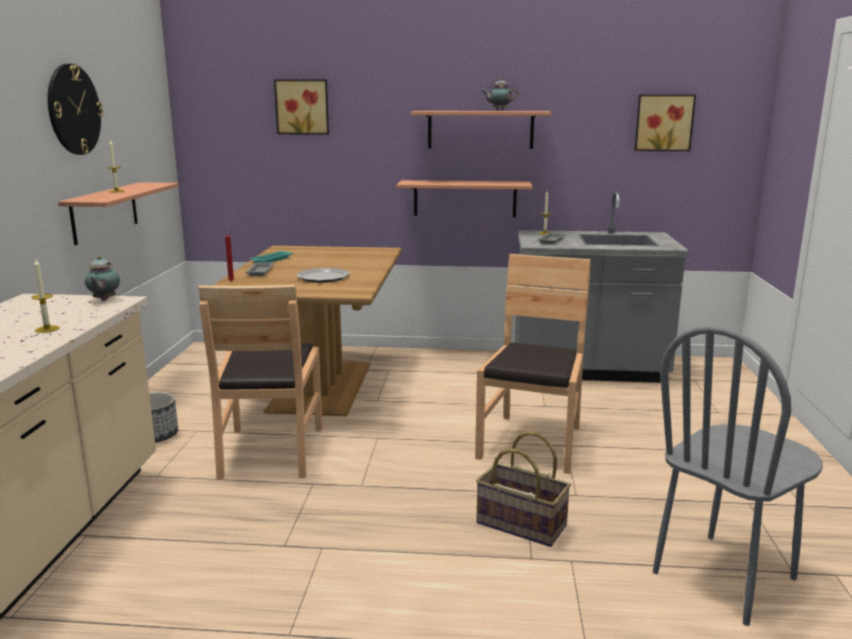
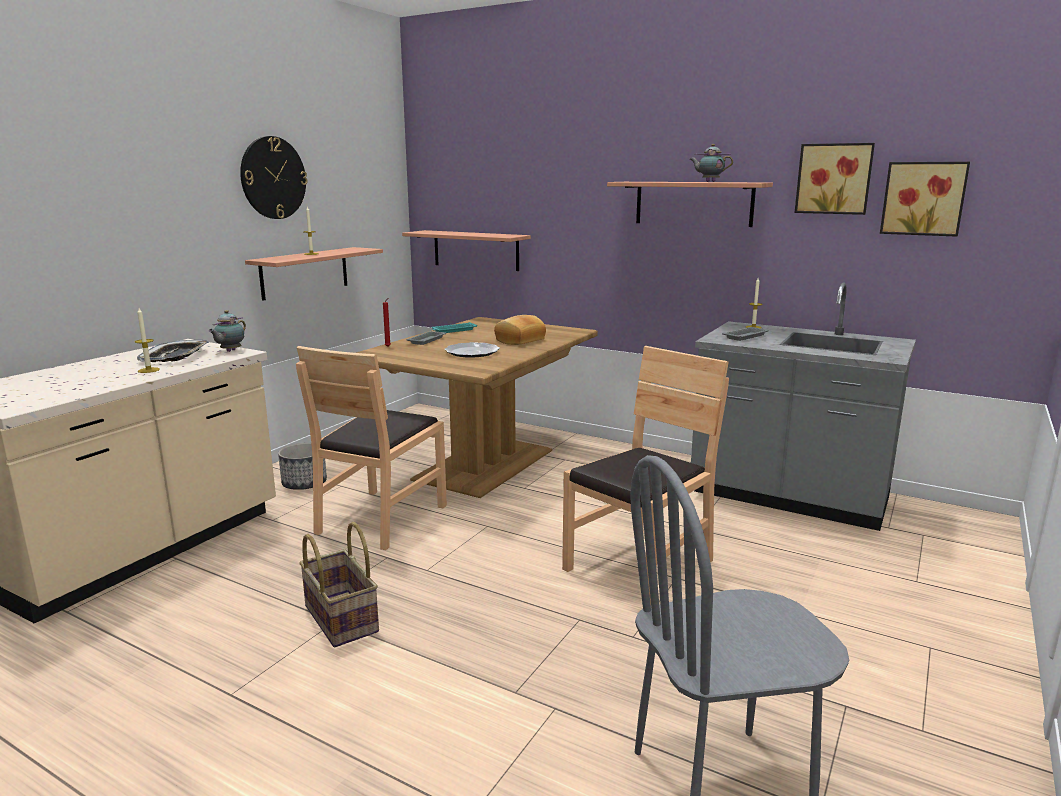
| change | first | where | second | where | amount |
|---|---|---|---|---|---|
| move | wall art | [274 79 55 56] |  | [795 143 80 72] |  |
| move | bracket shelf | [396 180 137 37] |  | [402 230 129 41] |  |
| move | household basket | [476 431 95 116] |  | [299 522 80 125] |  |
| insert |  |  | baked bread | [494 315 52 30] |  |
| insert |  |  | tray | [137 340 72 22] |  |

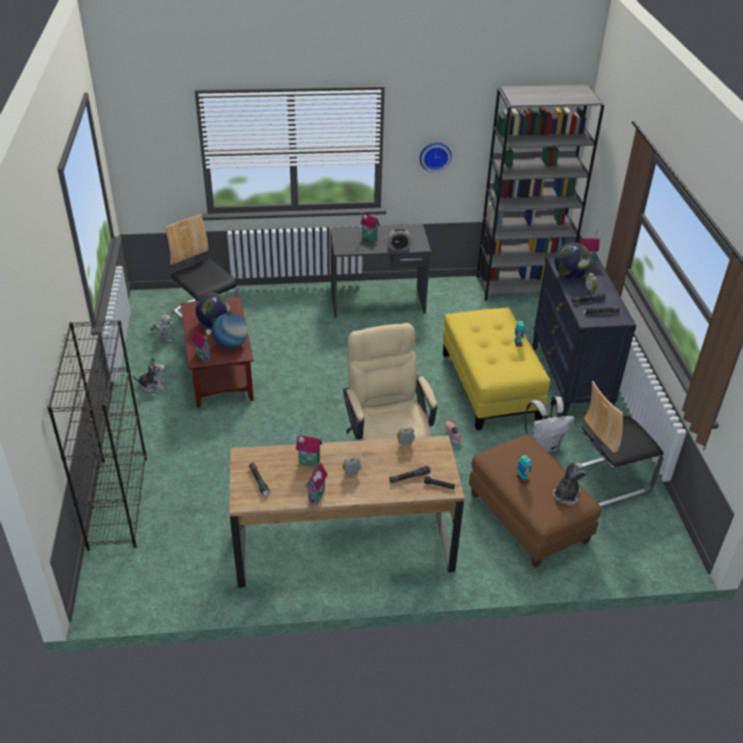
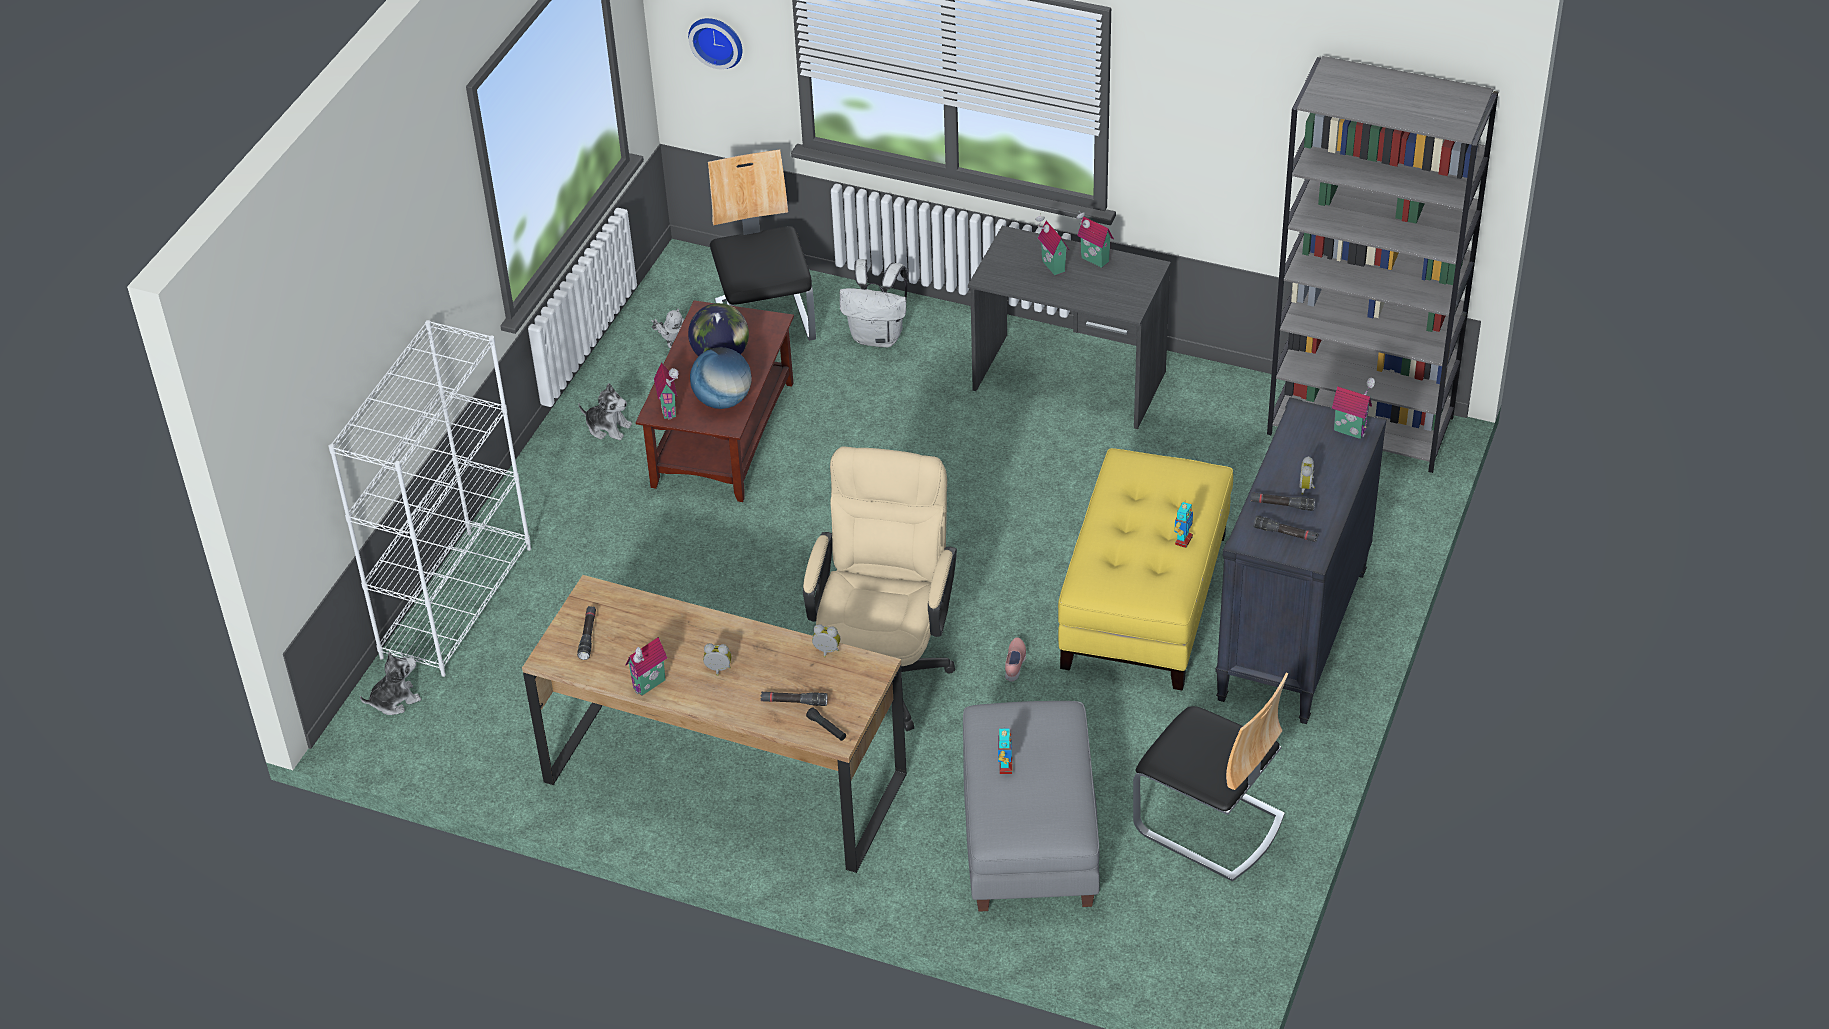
| change | first | where | second | where | amount |
|---|---|---|---|---|---|
| move | hanging clock | [420 142 32 30] |  | [688 18 54 51] |  |
| delete | bedside clock | [388 228 23 22] |  |  |  |
| delete | desk globe | [554 242 38 37] |  |  |  |
| recolor | shelving unit (black-coloured) | [47 320 100 231] | shelving unit (white-coloured) | [329 320 202 357] |  |
| rotate | upright chair | [566 381 98 126] |  | [1133 672 156 210] | 150 degrees counterclockwise |
| move | rucksack (white-coloured) | [525 396 50 57] |  | [840 259 68 88] |  |
| move | model house | [295 432 27 35] |  | [1076 211 38 57] |  |
| recolor | pouffe (brownish) | [469 435 133 133] | pouffe (grey) | [963 701 137 211] |  |
| move | soft toy | [553 462 34 43] |  | [360 652 61 63] |  |

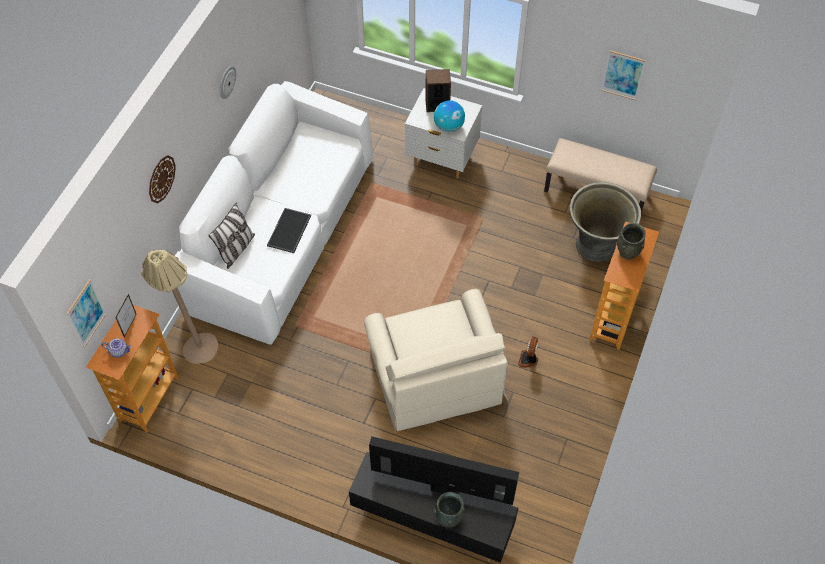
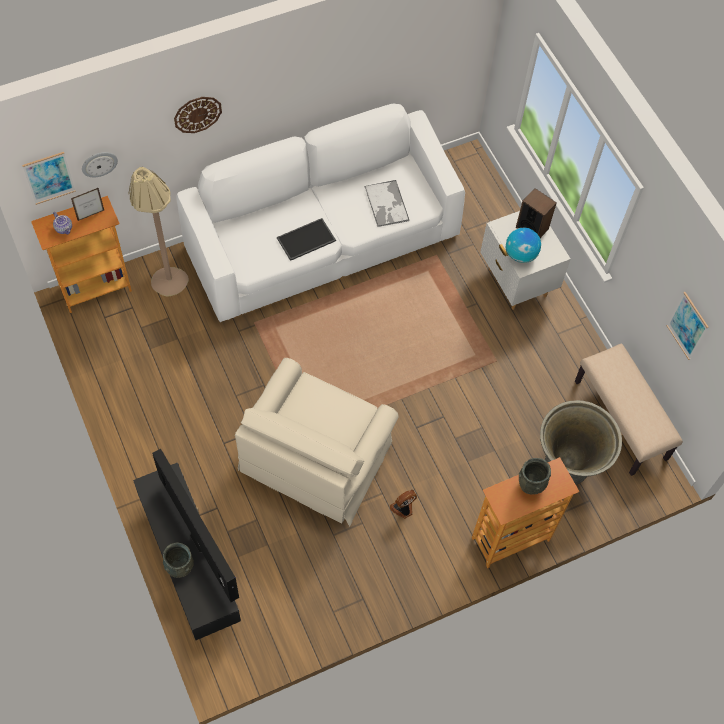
| change | first | where | second | where | amount |
|---|---|---|---|---|---|
| move | hanging clock | [220 66 16 33] |  | [82 152 36 25] |  |
| delete | throw pillow | [208 202 47 67] |  |  |  |
| insert |  |  | tray | [365 180 44 47] |  |

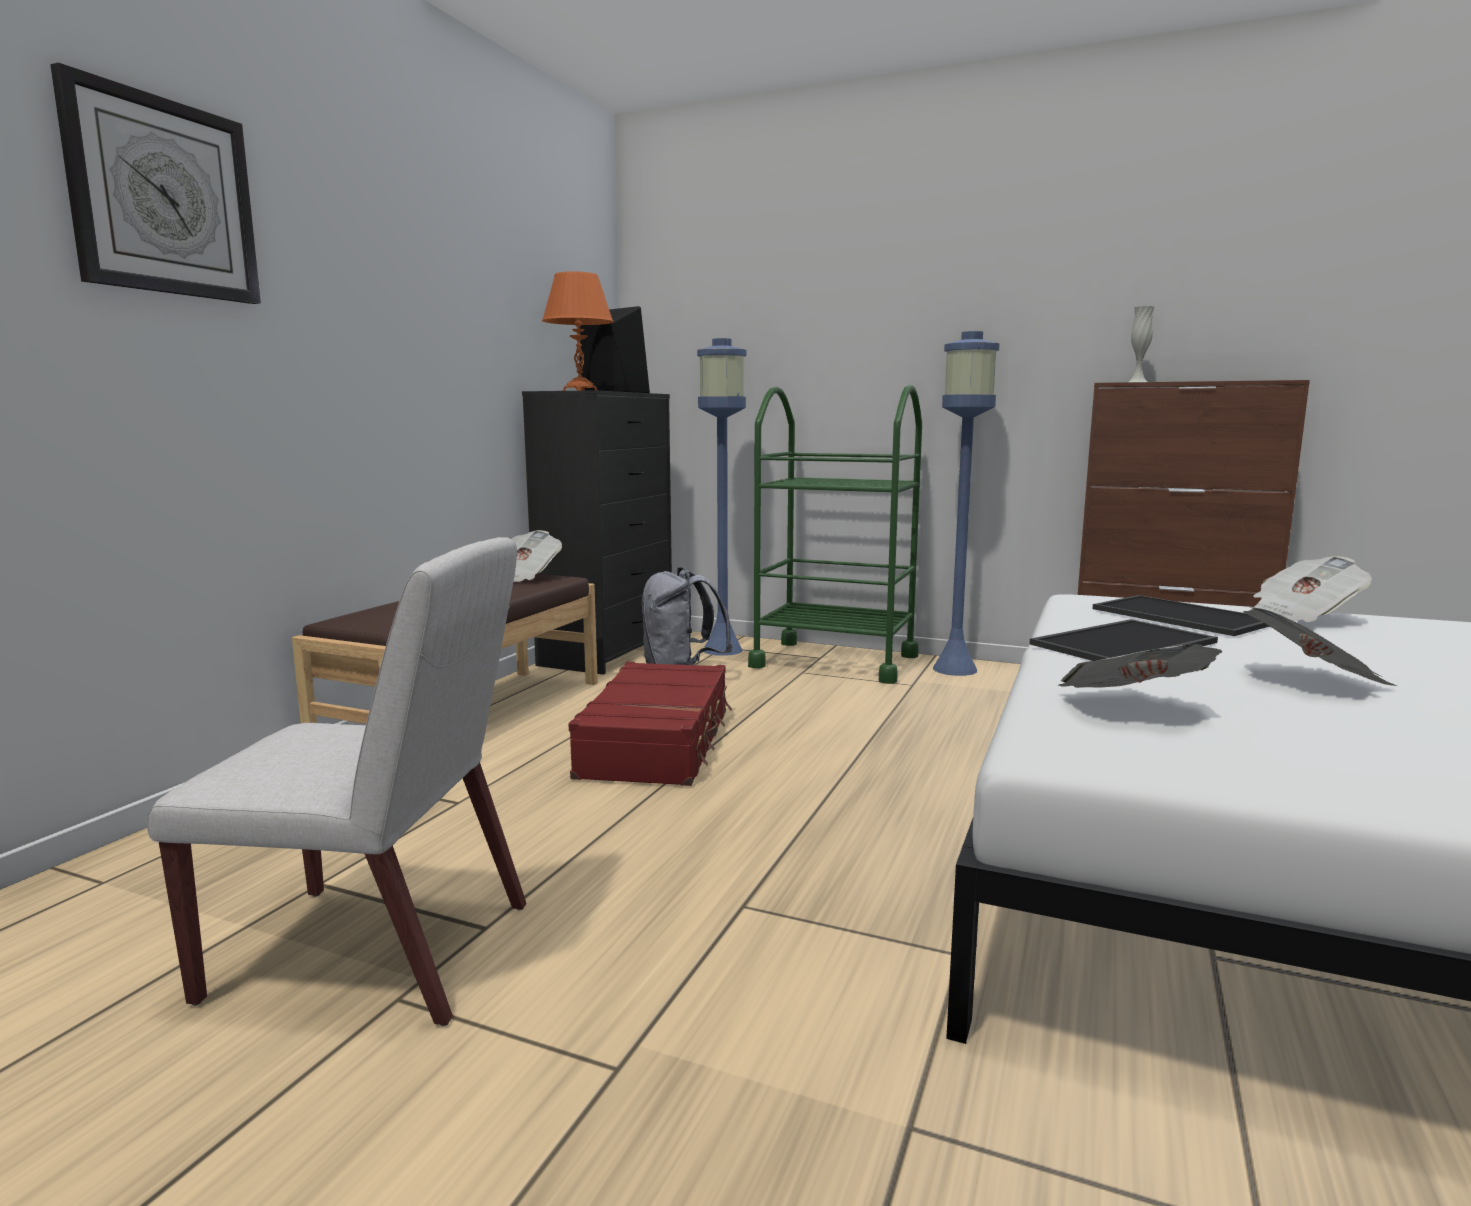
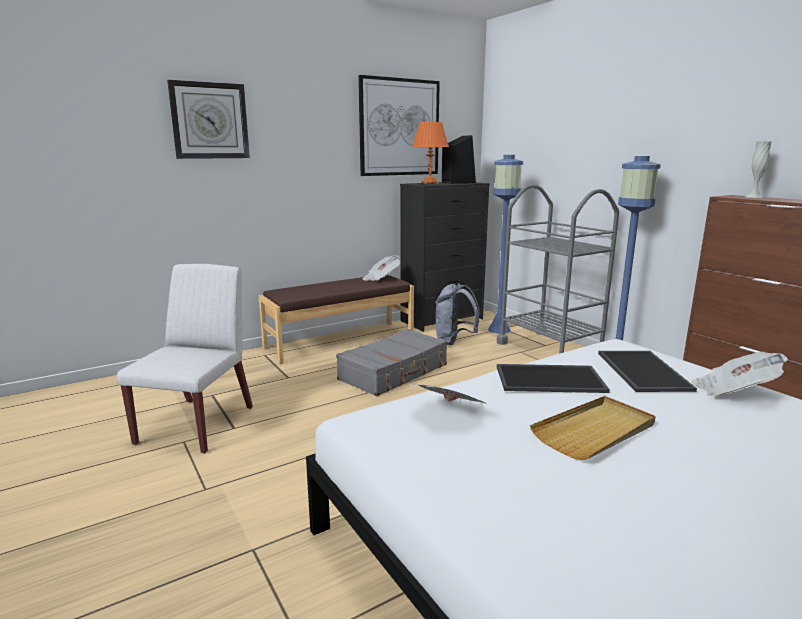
| change | first | where | second | where | amount |
|---|---|---|---|---|---|
| recolor | trolley (greenish) | [748 385 174 299] | trolley (grey) | [497 184 122 170] |  |
| rotate | upright chair (white-coloured) | [147 537 379 489] |  | [117 264 136 190] | 120 degrees counterclockwise |
| replace | printed paper | [1244 607 154 79] | tray (sand-coloured) | [530 396 126 64] |  |
| recolor | suitcase (red) | [568 662 164 124] | suitcase (grey) | [336 329 111 67] |  |
| insert |  |  | wall art | [358 75 82 101] |  |

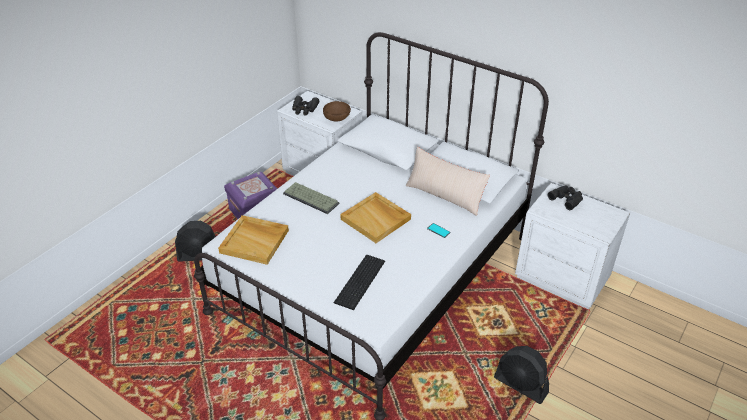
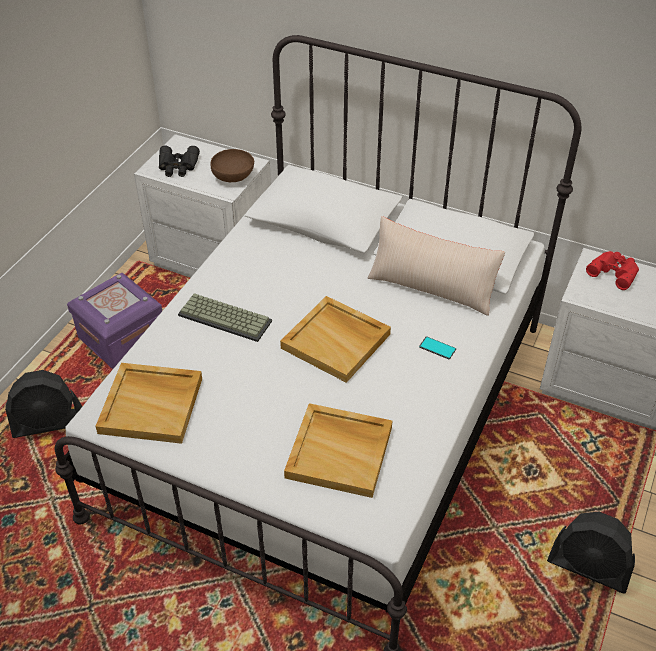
| change | first | where | second | where | amount |
|---|---|---|---|---|---|
| recolor | pair of binoculars (black-coloured) | [548 185 35 25] | pair of binoculars (red) | [586 251 53 39] |  |
| replace | PC keyboard | [334 255 51 55] | tray (sand-coloured) | [284 403 108 95] |  |

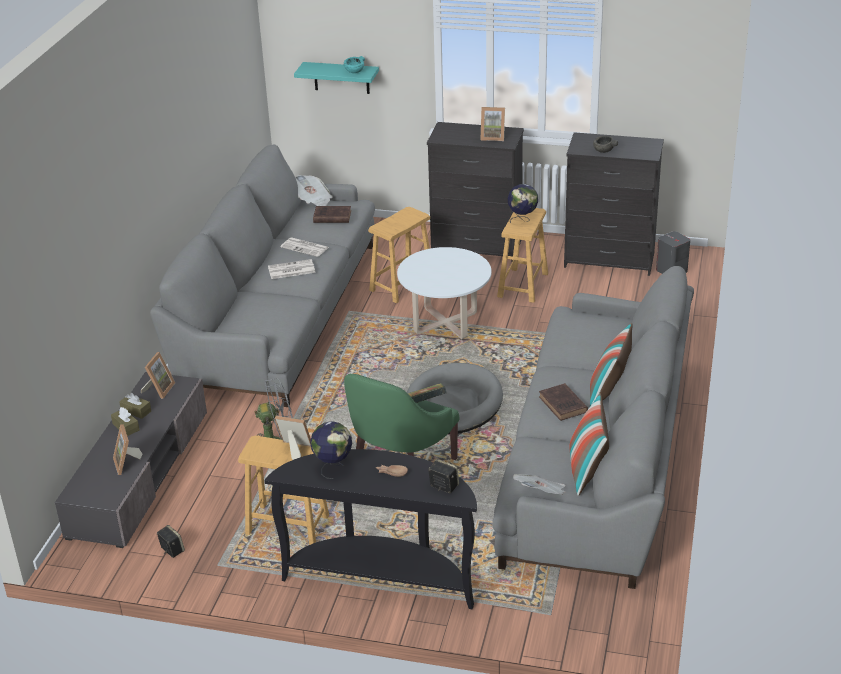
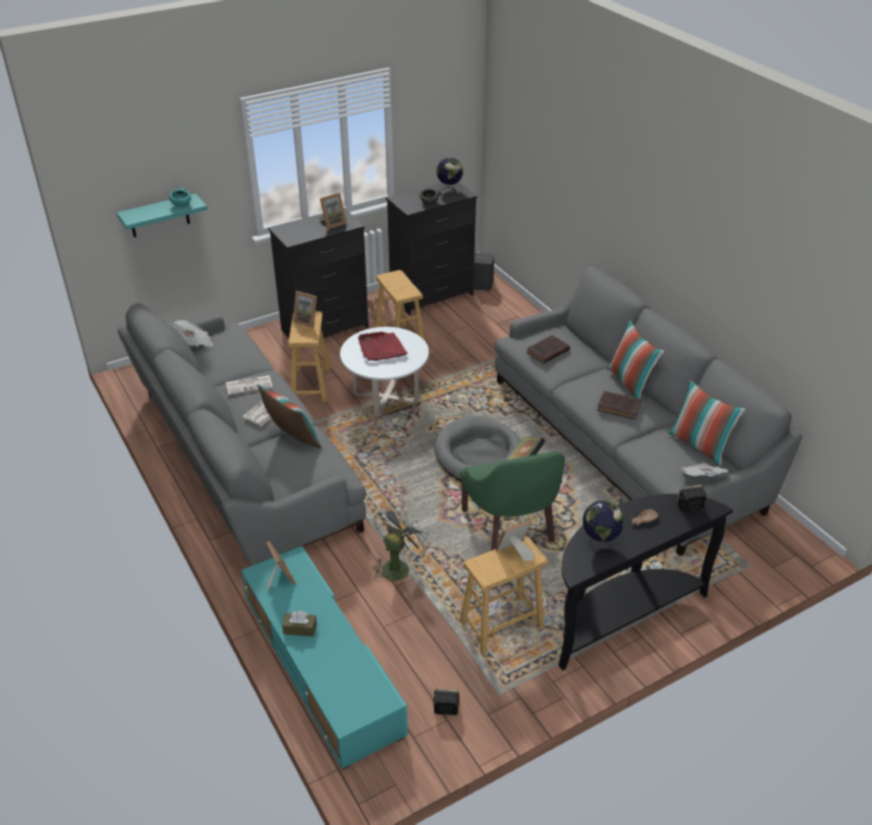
| change | first | where | second | where | amount |
|---|---|---|---|---|---|
| move | desk globe | [508 184 30 39] |  | [436 157 27 38] |  |
| move | bound book (brownish) | [313 206 38 17] |  | [526 335 44 29] |  |
| recolor | tv unit (grey) | [55 372 152 176] | tv unit (turquoise-coloured) | [241 546 167 224] |  |
| delete | tissue box (brownish) | [119 393 32 26] |  |  |  |
| move | standing frame | [113 424 29 51] |  | [293 291 24 37] |  |
| insert |  |  | tray (red) | [358 332 50 29] |  |
| insert |  |  | throw pillow | [257 384 64 65] |  |

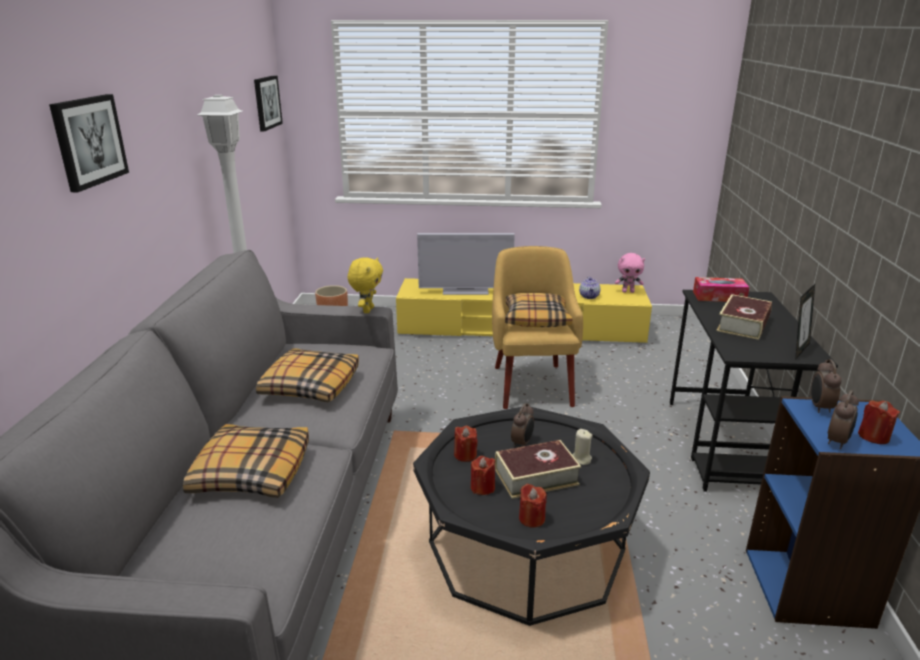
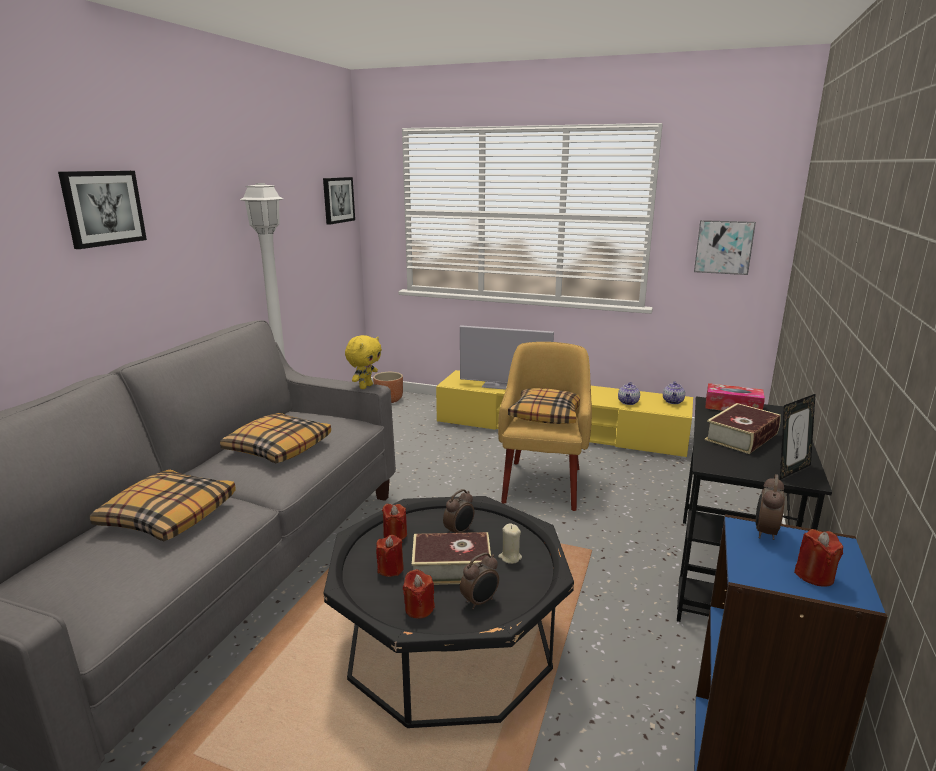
| change | first | where | second | where | amount |
|---|---|---|---|---|---|
| replace | soft toy (pinkish) | [615 253 30 40] | tea pot | [663 381 22 23] |  |
| move | bedside clock | [828 390 31 59] |  | [460 552 39 58] |  |
| insert |  |  | wall art | [694 220 62 55] |  |

